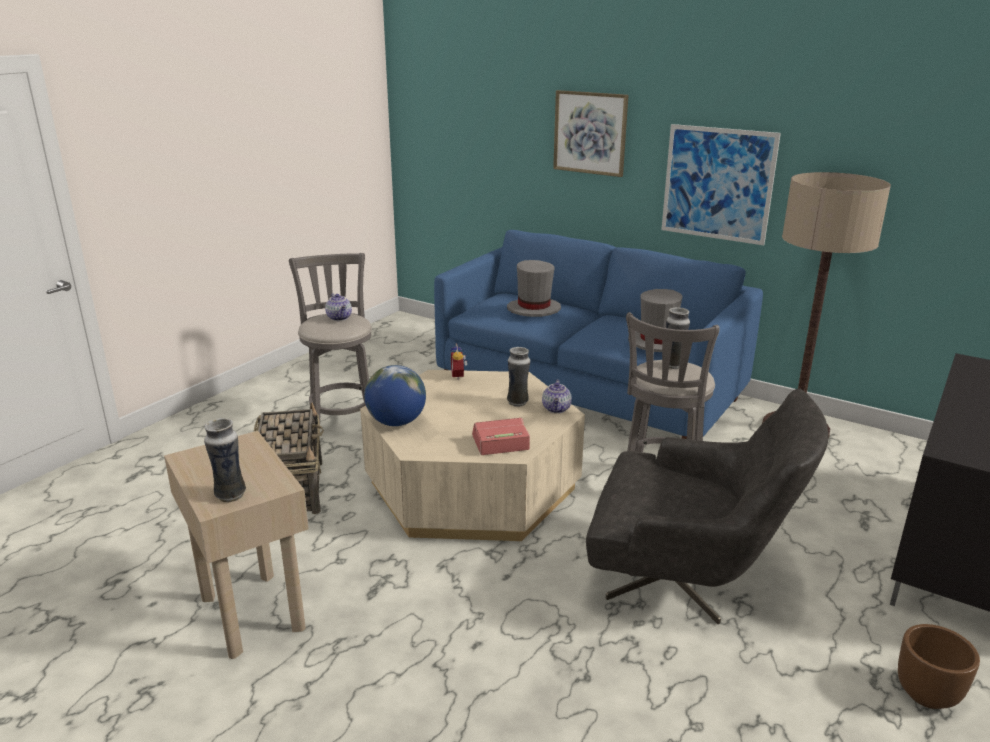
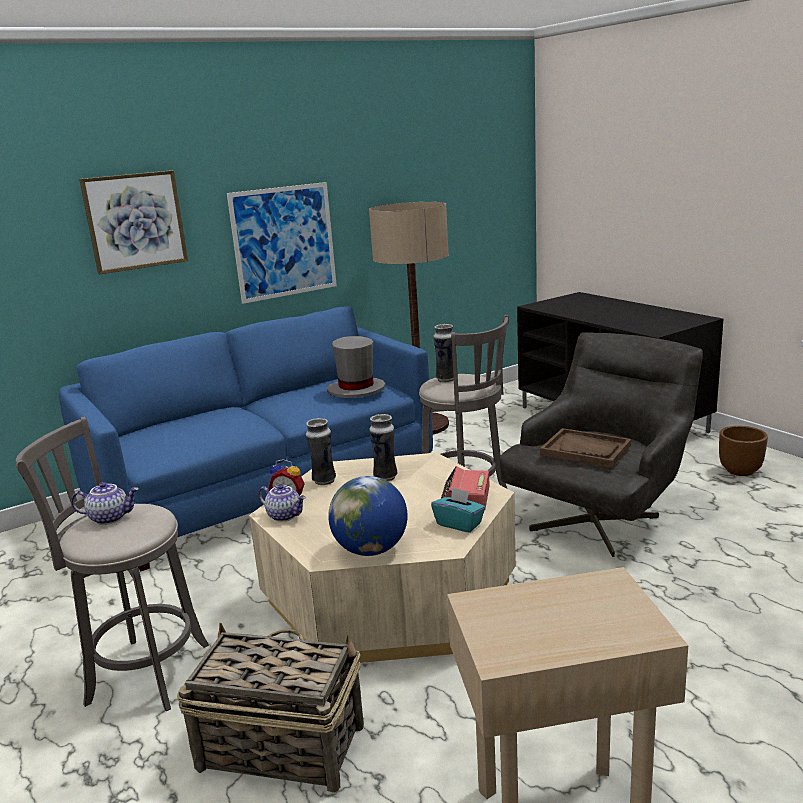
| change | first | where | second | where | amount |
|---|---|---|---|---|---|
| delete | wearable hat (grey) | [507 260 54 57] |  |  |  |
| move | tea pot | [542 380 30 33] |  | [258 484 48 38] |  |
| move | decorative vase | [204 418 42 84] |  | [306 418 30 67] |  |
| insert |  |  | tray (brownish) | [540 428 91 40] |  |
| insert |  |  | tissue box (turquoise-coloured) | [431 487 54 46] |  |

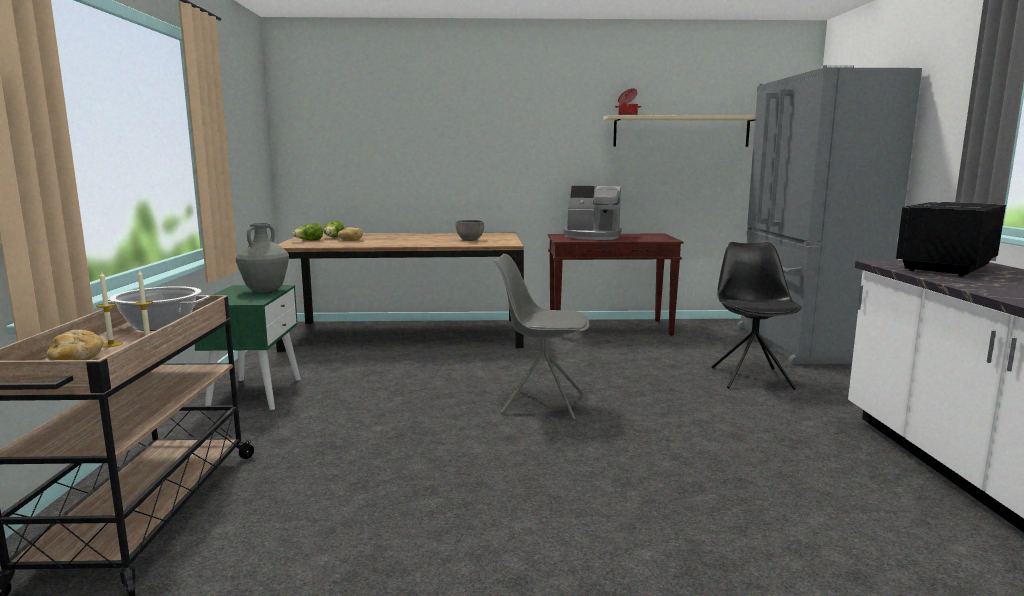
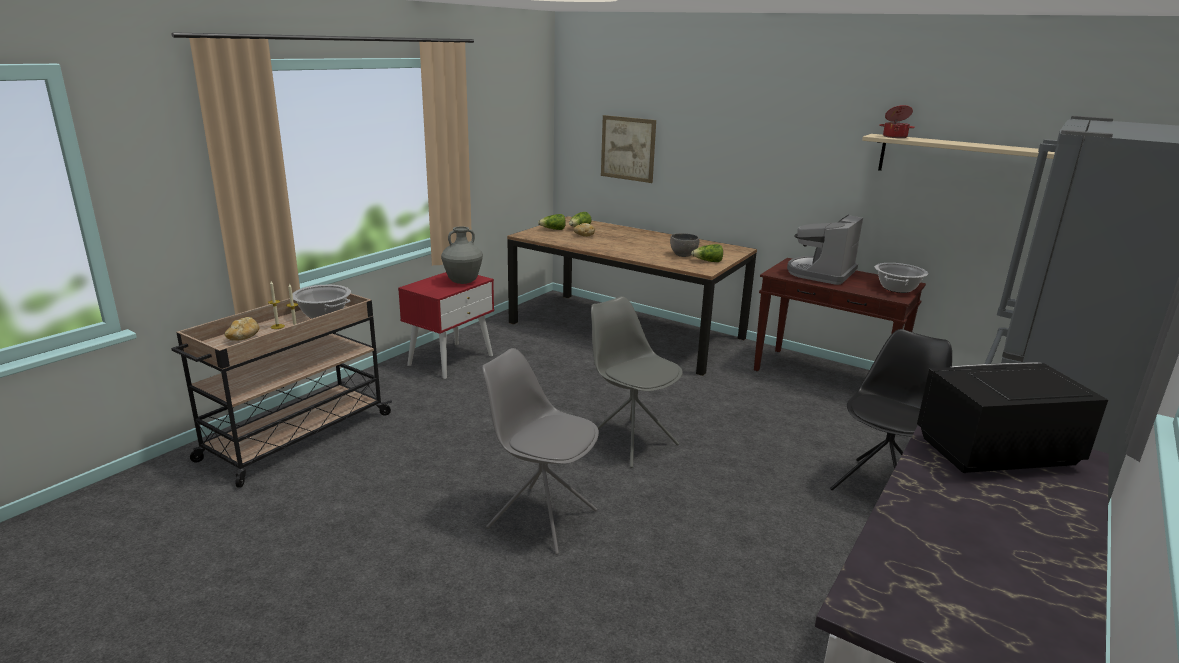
| change | first | where | second | where | amount |
|---|---|---|---|---|---|
| rotate | coffee maker | [564 186 57 54] |  | [787 214 76 71] | 75 degrees clockwise |
| recolor | nightstand (greenish) | [195 285 106 126] | nightstand (red) | [398 272 96 107] |  |
| insert |  |  | wall art | [601 115 55 68] |  |
| insert |  |  | head of lettuce | [691 244 32 18] |  |
| insert |  |  | cooking pot | [875 263 53 30] |  |
| insert |  |  | upright chair (grey) | [482 348 117 207] |  |

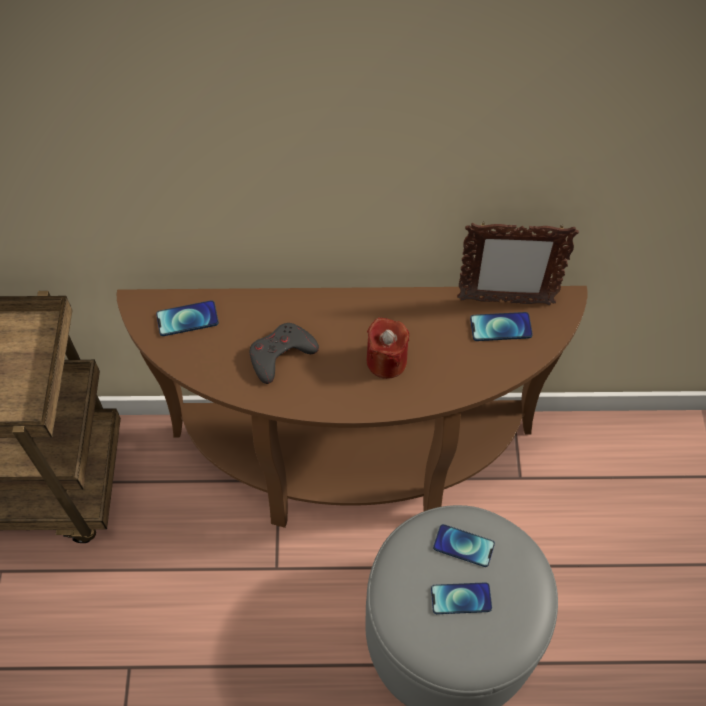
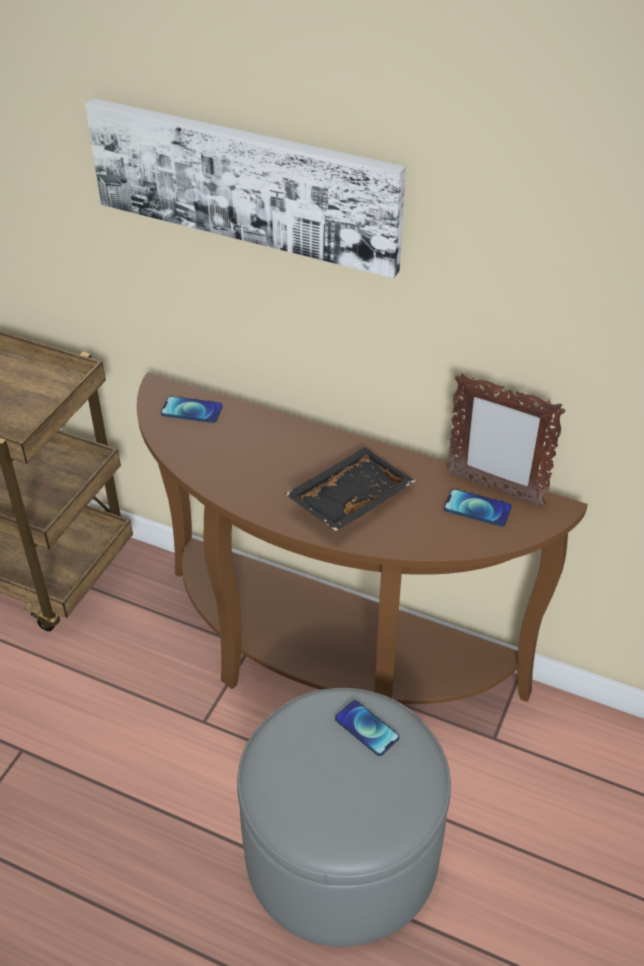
| change | first | where | second | where | amount |
|---|---|---|---|---|---|
| replace | wax candle (red) | [367 317 42 62] | tray (black-coloured) | [285 447 130 84] |  |
| delete | game controller (grey) | [249 323 70 61] |  |  |  |
| delete | phone | [431 582 61 32] |  |  |  |
| insert |  |  | wall art | [85 98 321 180] |  |

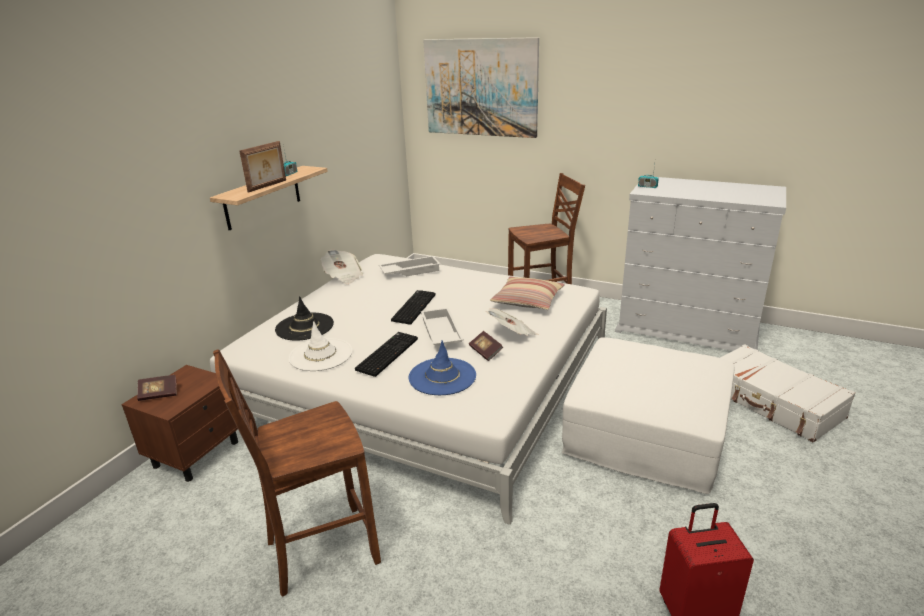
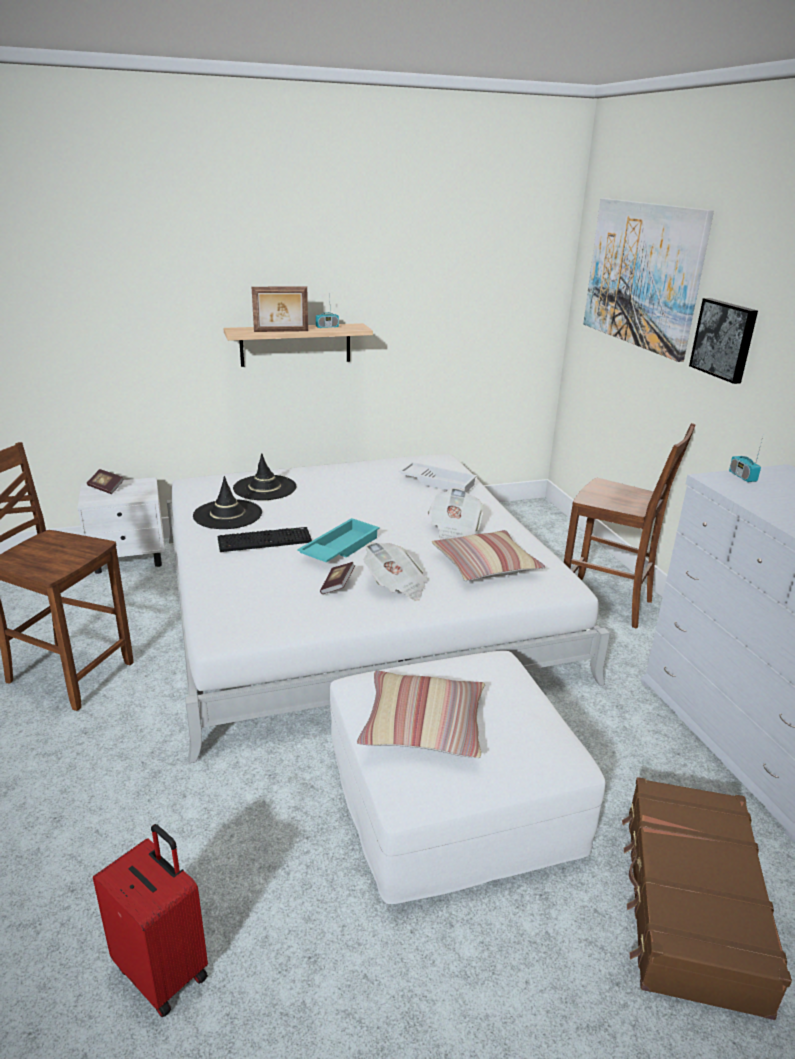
| change | first | where | second | where | amount |
|---|---|---|---|---|---|
| move | printed paper | [321 249 42 35] |  | [428 488 56 52] |  |
| delete | PC keyboard | [391 290 44 35] |  |  |  |
| recolor | tray (white-coloured) | [421 308 43 38] | tray (turquoise-coloured) | [297 518 83 44] |  |
| recolor | wearable hat (white-coloured) | [289 321 63 50] | wearable hat (black-coloured) | [193 476 69 53] |  |
| delete | wearable hat (bluish) | [409 340 67 55] |  |  |  |
| recolor | suitcase (white-coloured) | [720 344 135 99] | suitcase (brownish) | [622 777 170 243] |  |
| recolor | nightstand (brownish) | [121 365 118 117] | nightstand (white-coloured) | [78 477 87 97] |  |
| insert |  |  | wall art | [689 298 69 86] |  |
| insert |  |  | throw pillow | [357 671 128 87] |  |

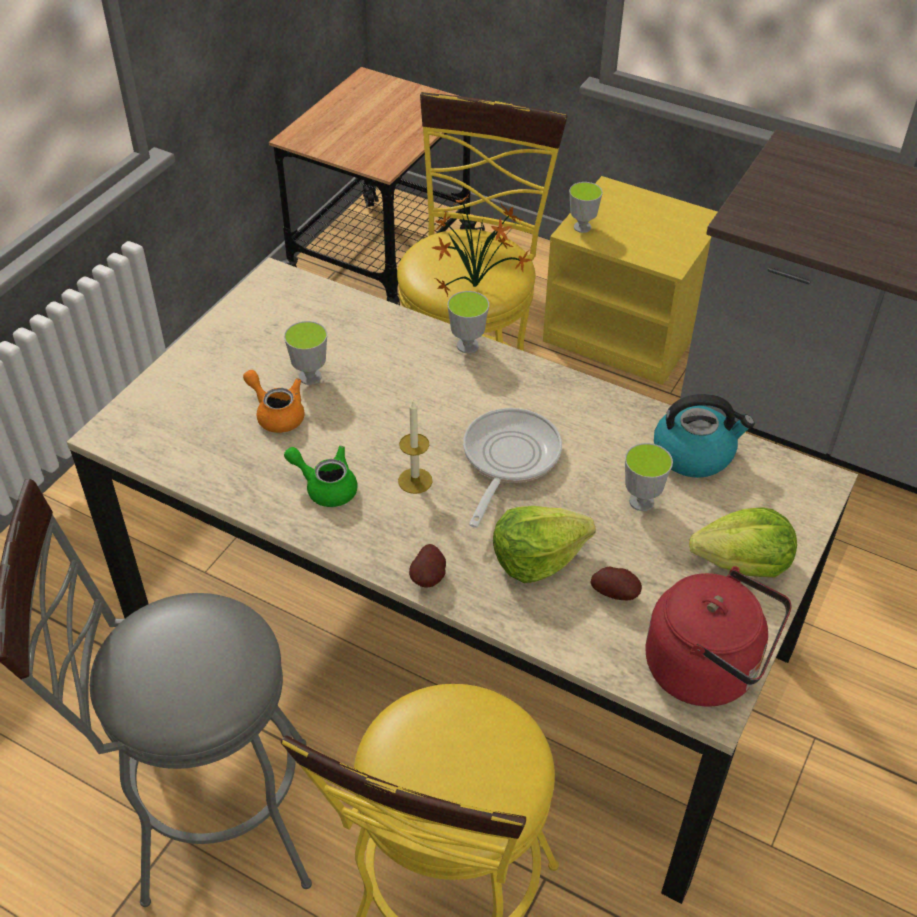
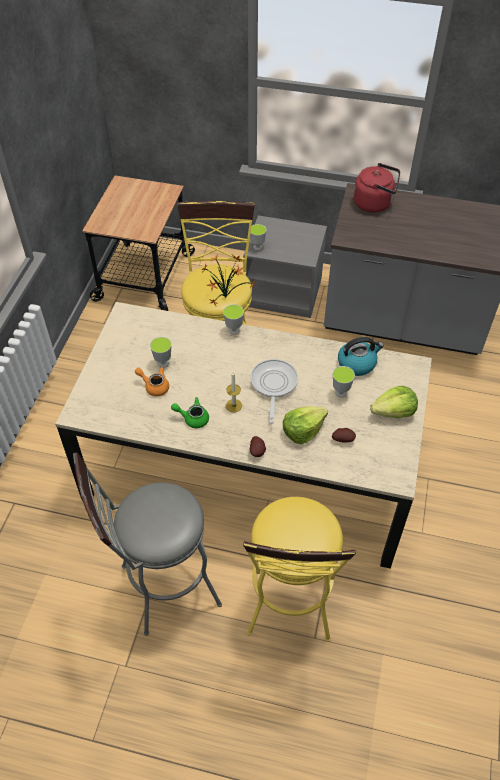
| change | first | where | second | where | amount |
|---|---|---|---|---|---|
| recolor | nightstand (yellowish) | [543 176 175 209] | nightstand (grey) | [243 215 84 103] |  |
| move | kettle (red) | [645 566 146 141] |  | [353 163 47 50] |  |

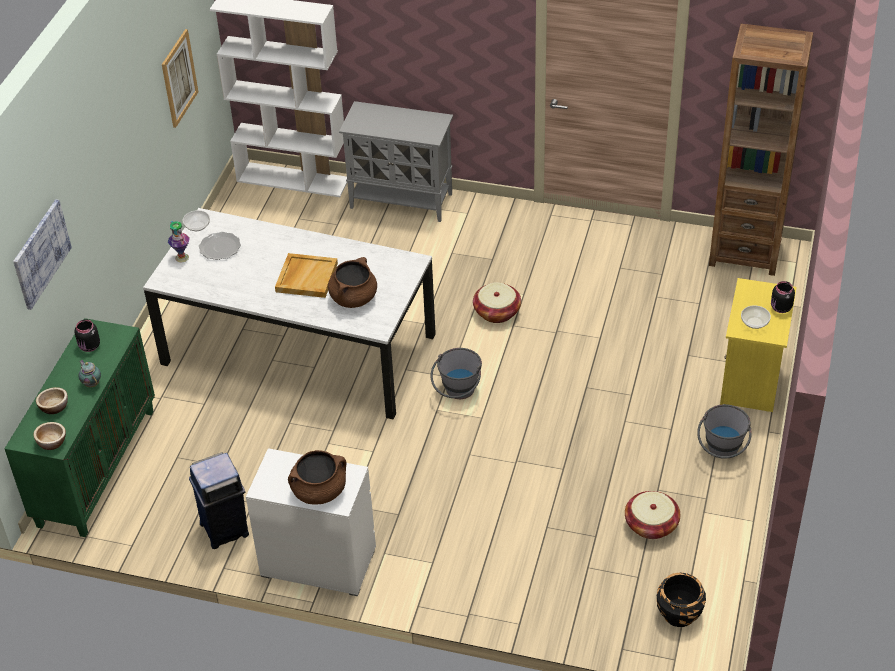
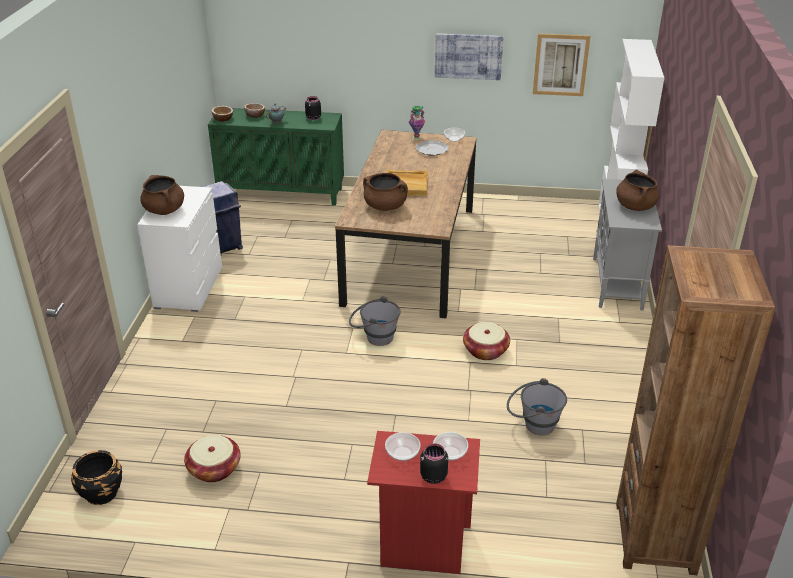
| change | first | where | second | where | amount |
|---|---|---|---|---|---|
| move | wall art | [13 199 59 111] |  | [435 33 69 47] |  |
| recolor | dining table (white-coloured) | [143 208 293 212] | dining table (brownish) | [335 130 142 188] |  |
| recolor | nightstand (yellowish) | [720 278 77 134] | nightstand (red) | [367 431 113 143] |  |
| move | bucket (grey) | [697 404 55 55] |  | [507 378 60 57] |  |
| insert |  |  | cooking pot (brownish) | [616 169 43 42] |  |
| insert |  |  | bowl | [433 432 35 29] |  |

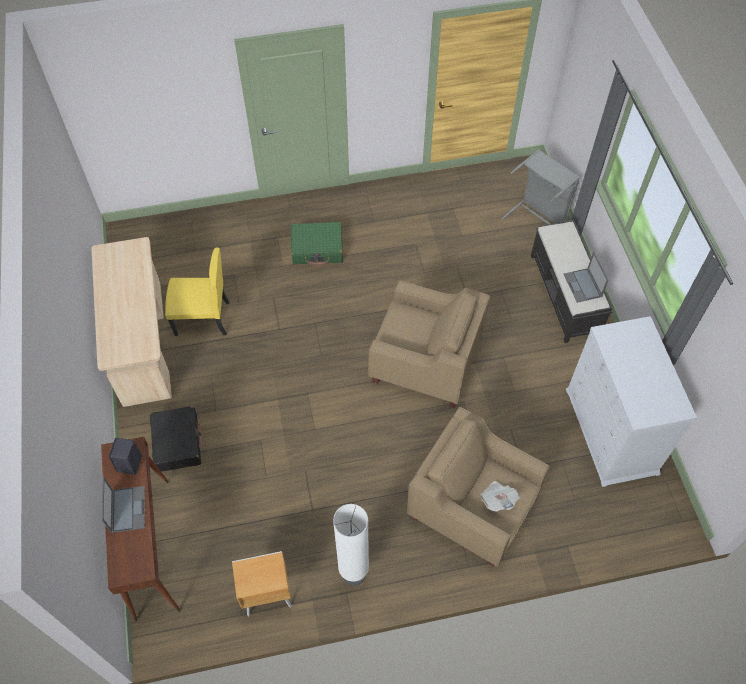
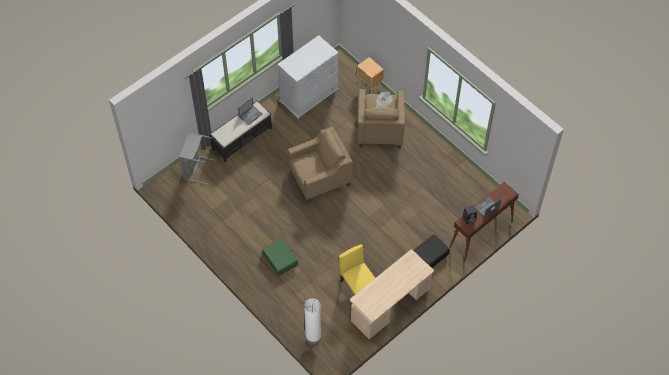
| change | first | where | second | where | amount |
|---|---|---|---|---|---|
| rotate | easy chair (sand-coloured) | [368 280 122 128] |  | [288 127 65 75] | 75 degrees clockwise |
| move | standing lamp (white-coloured) | [333 504 36 82] |  | [304 298 17 48] |  |
| move | nightstand (brownish) | [232 551 60 65] |  | [357 57 27 37] |  |

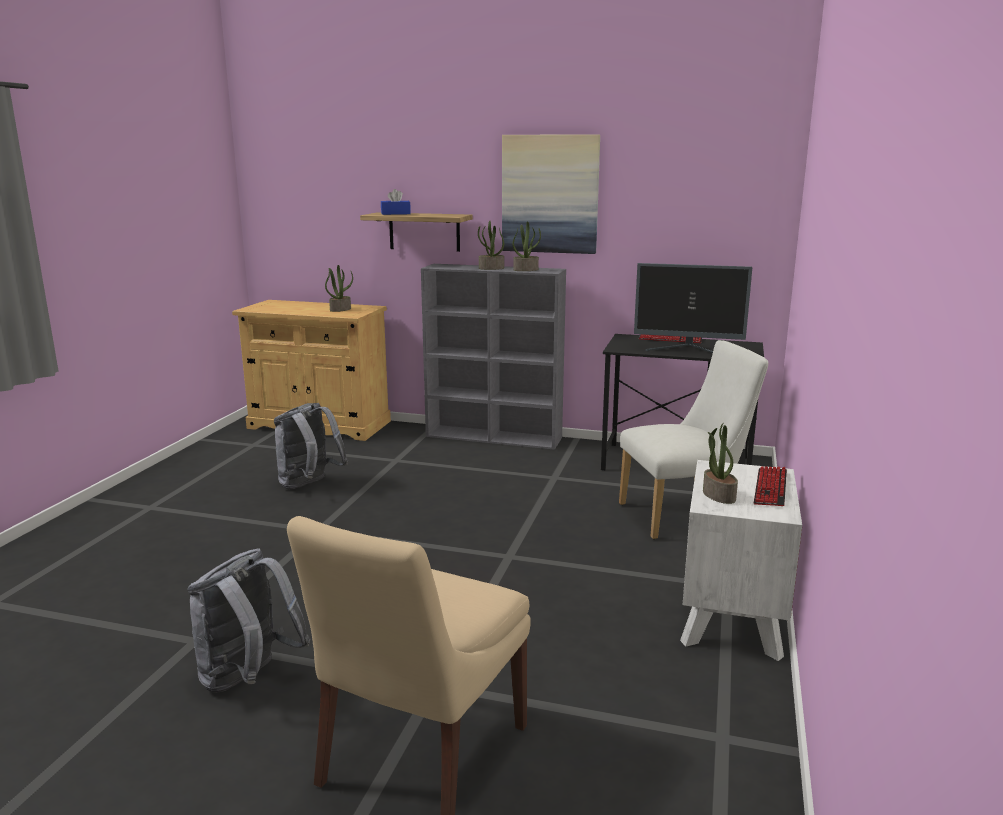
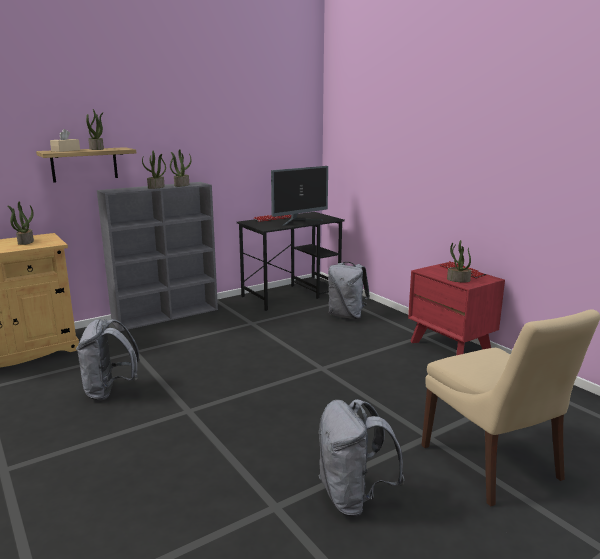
| change | first | where | second | where | amount |
|---|---|---|---|---|---|
| delete | wall art | [502 134 98 120] |  |  |  |
| recolor | tissue box (bluish) | [381 189 30 26] | tissue box (sand-coloured) | [50 129 30 23] |  |
| replace | upright chair (white-coloured) | [619 340 149 199] | rucksack (grey) | [328 262 42 57] |  |
| recolor | nightstand (white-coloured) | [680 460 122 201] | nightstand (red) | [408 262 97 93] |  |
| insert |  |  | potted plant | [86 109 18 41] |  |

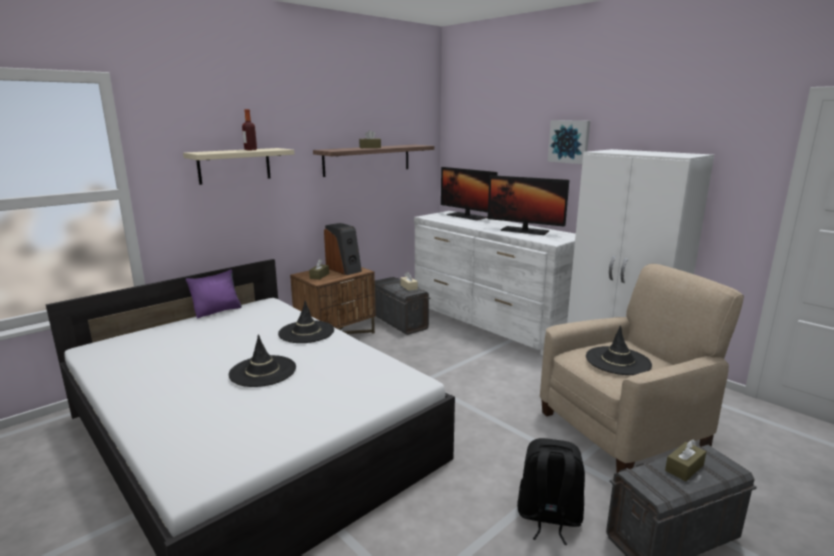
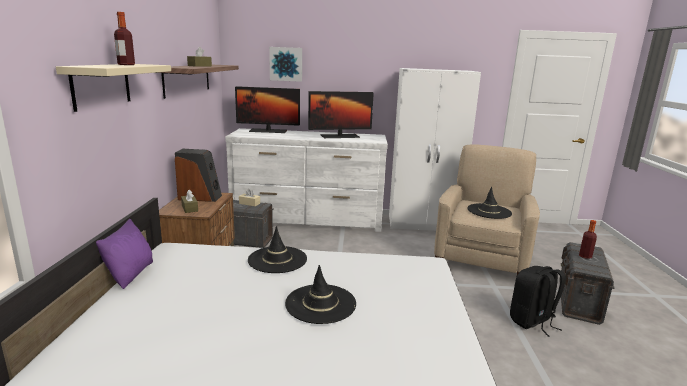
| change | first | where | second | where | amount |
|---|---|---|---|---|---|
| move | wall art | [548 120 42 44] |  | [269 47 33 35] |  |
| replace | tissue box (brownish) | [665 439 41 42] | drink bottle | [579 220 18 39] |  |

